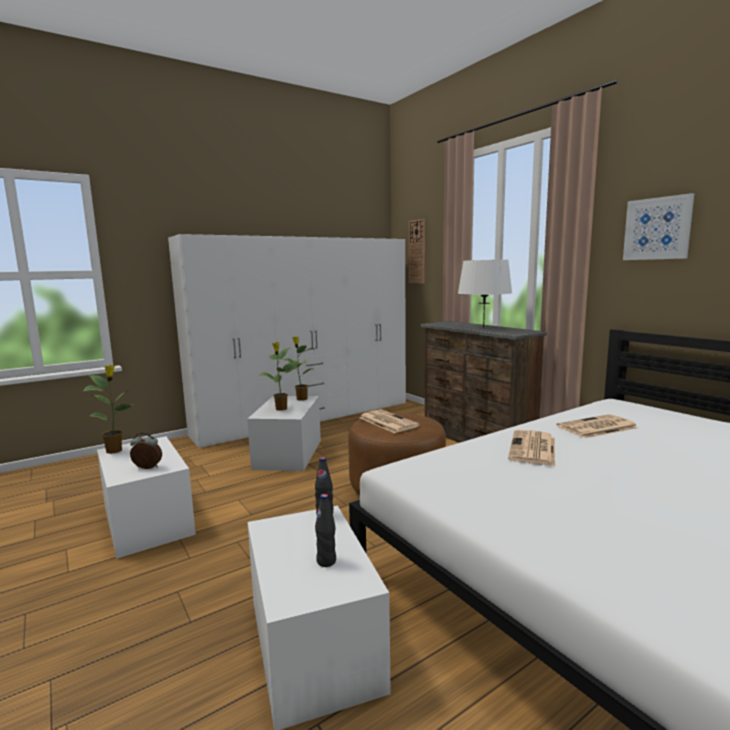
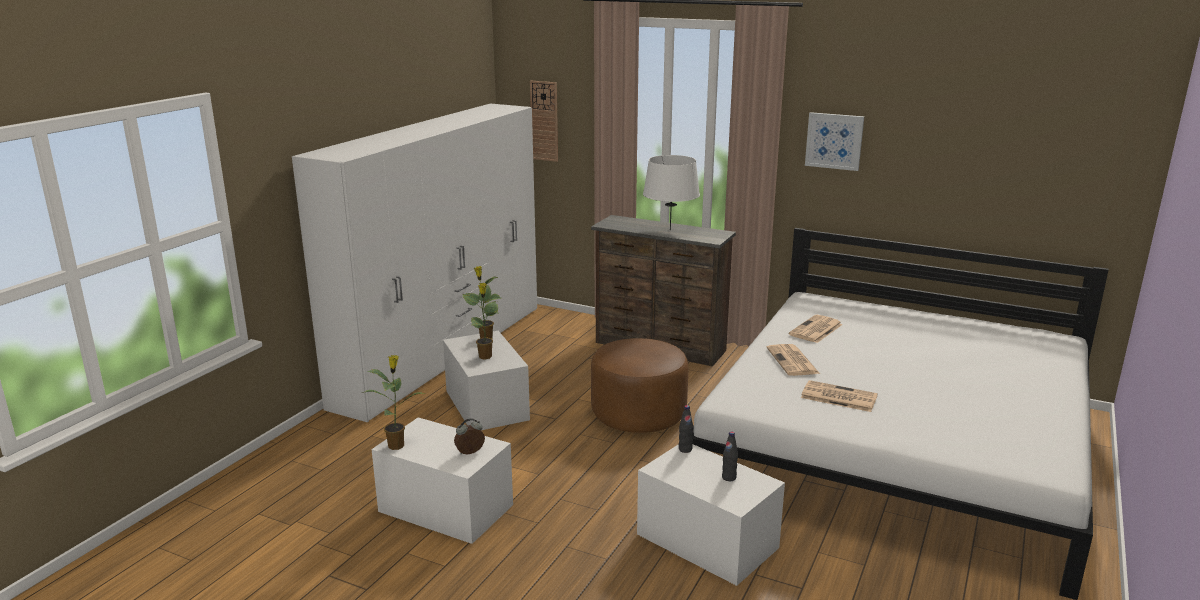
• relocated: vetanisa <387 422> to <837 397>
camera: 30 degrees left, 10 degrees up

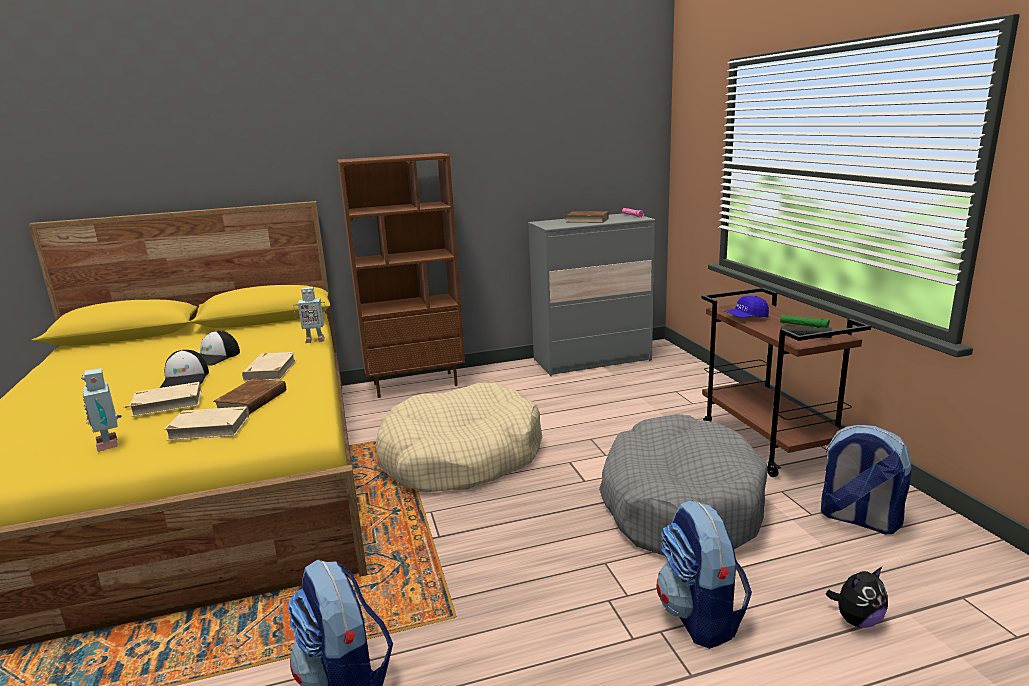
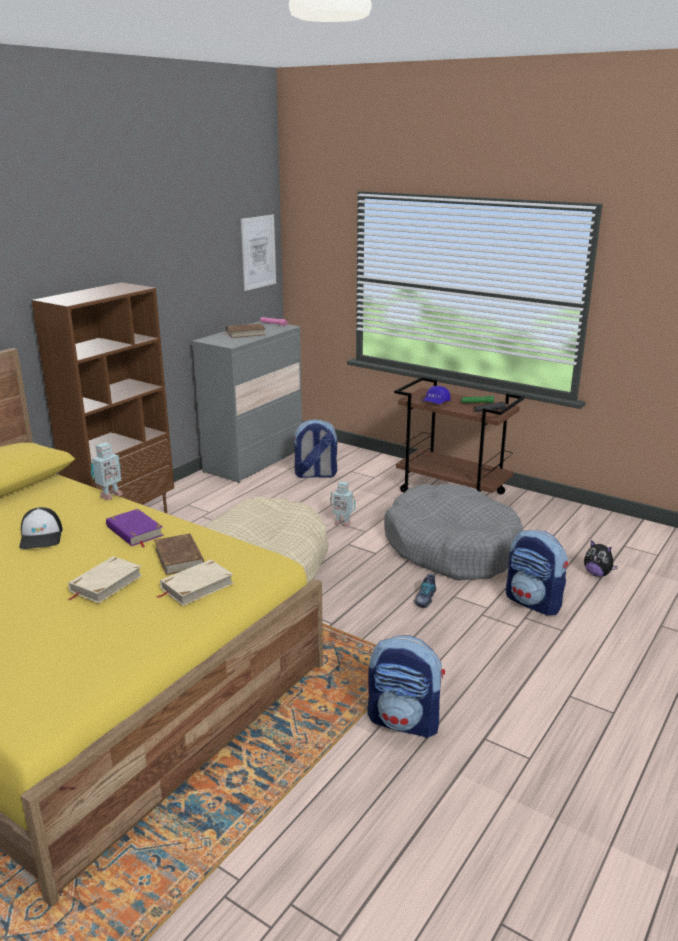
• colour: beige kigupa <270 371> to purple kigupa <134 531>
• appeared: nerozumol <258 252>
• relocated: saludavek <857 519> to <315 474>
• relocated: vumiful <110 443> to <342 523>
• appeared: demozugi <425 598>
• spun: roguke <857 620> = <597 574> 105 degrees clockwise
• missing: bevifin <185 379>
camera: 40 degrees left, 5 degrees up

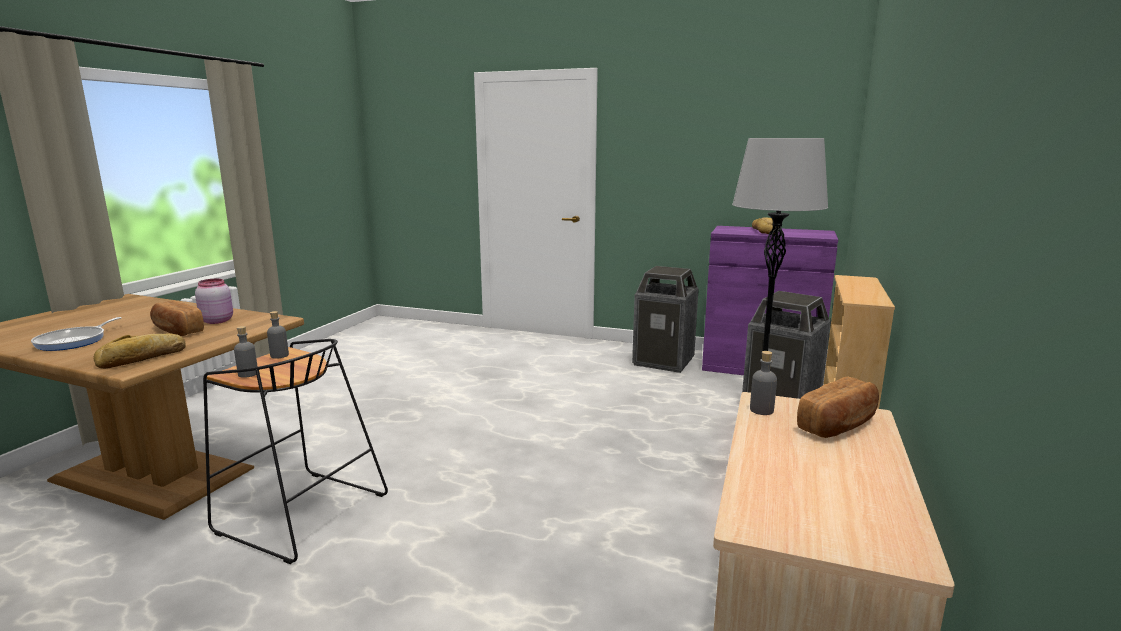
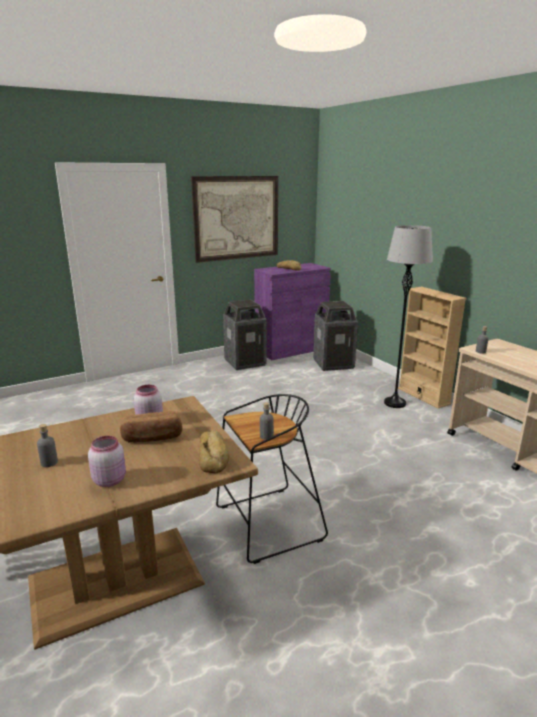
• relocated: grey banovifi <279 355> to <49 463>
• exchanged: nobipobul <74 341> to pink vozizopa <110 480>
• appeared: nerozumol <237 218>
• missing: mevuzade <839 425>
camera: 50 degrees left, 5 degrees up

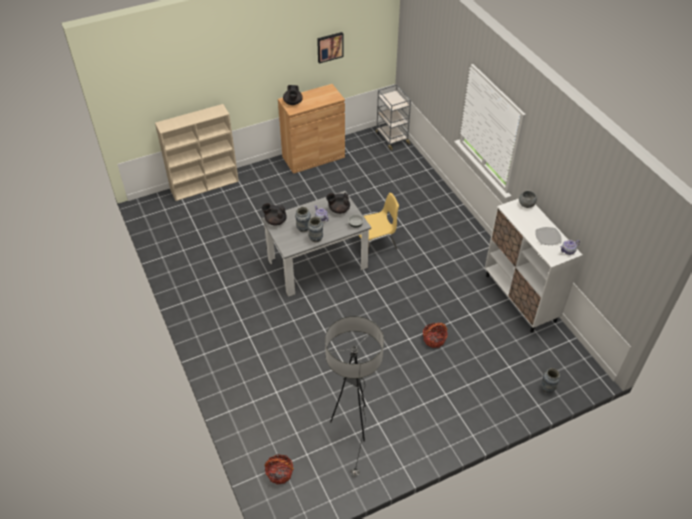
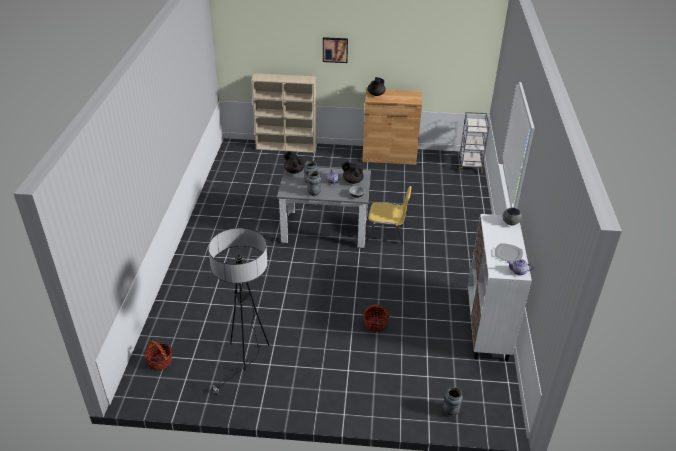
• relocated: nerozumol <329 47> to <335 49>
camera: 30 degrees right, 10 degrees down

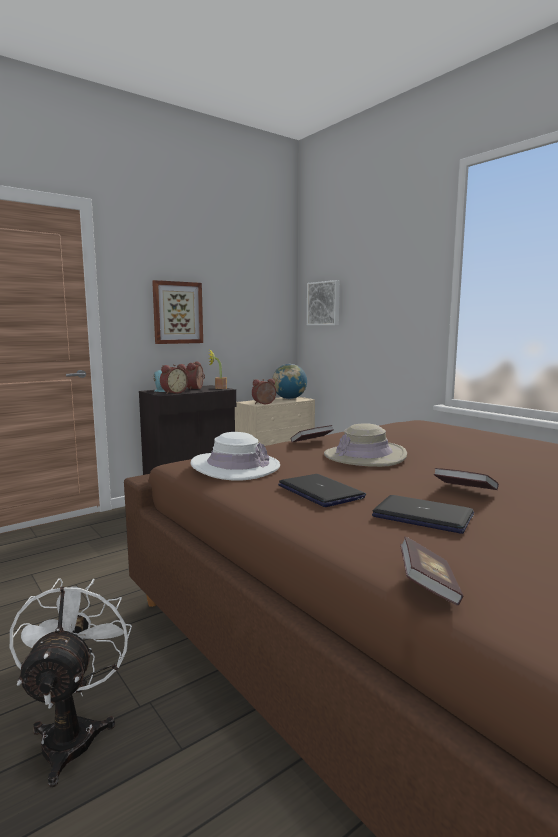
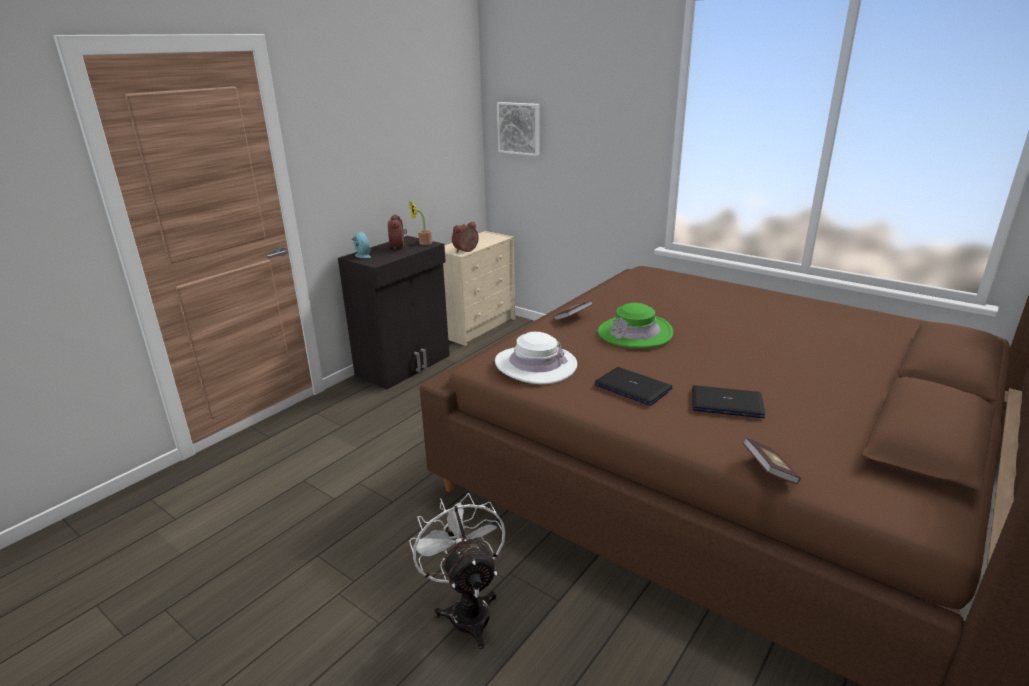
• colour: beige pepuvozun <365 456> to green pepuvozun <634 333>
• missing: nerozumol <177 313>
• missing: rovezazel <173 393>
• missing: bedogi <289 398>
• missing: kigupa <464 491>
camera: 15 degrees left, 15 degrees up

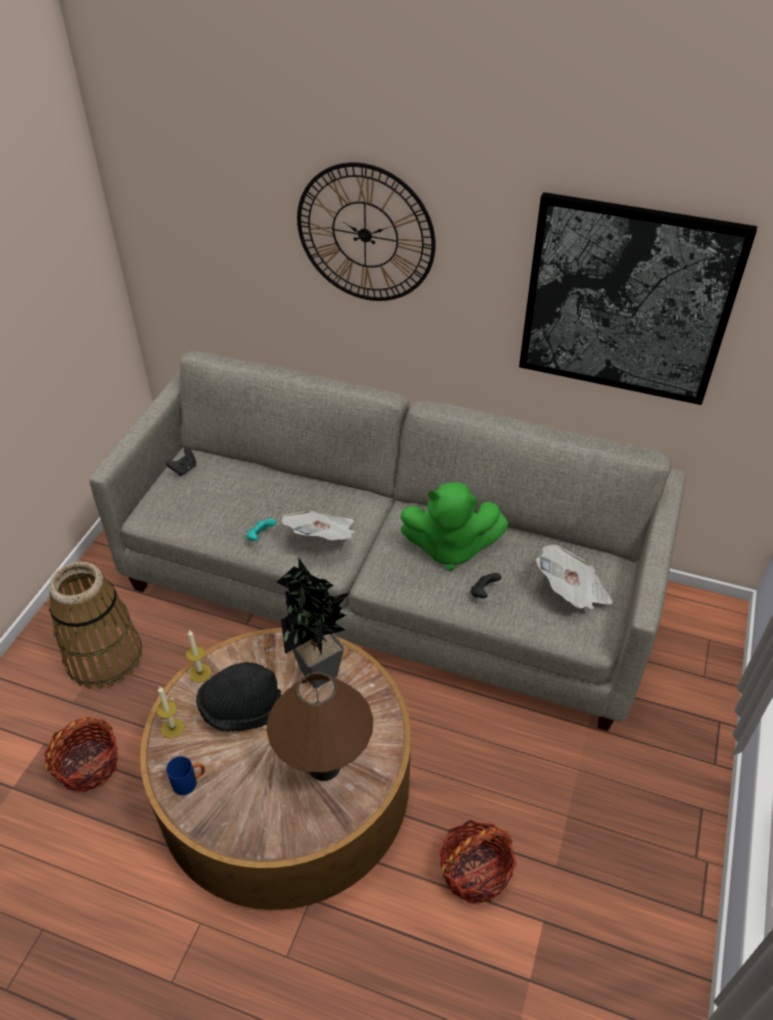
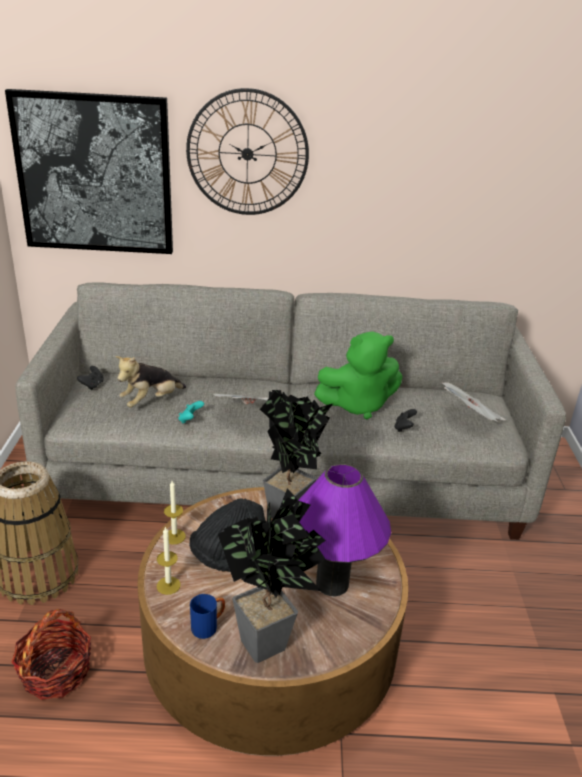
• relocated: nerozumol <626 301> to <94 174>
• appeared: roguke <151 401>
• appeared: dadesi <271 644>
• colour: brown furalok <324 765> to purple furalok <332 584>
• missing: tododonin <475 871>
camera: 20 degrees left, 15 degrees down

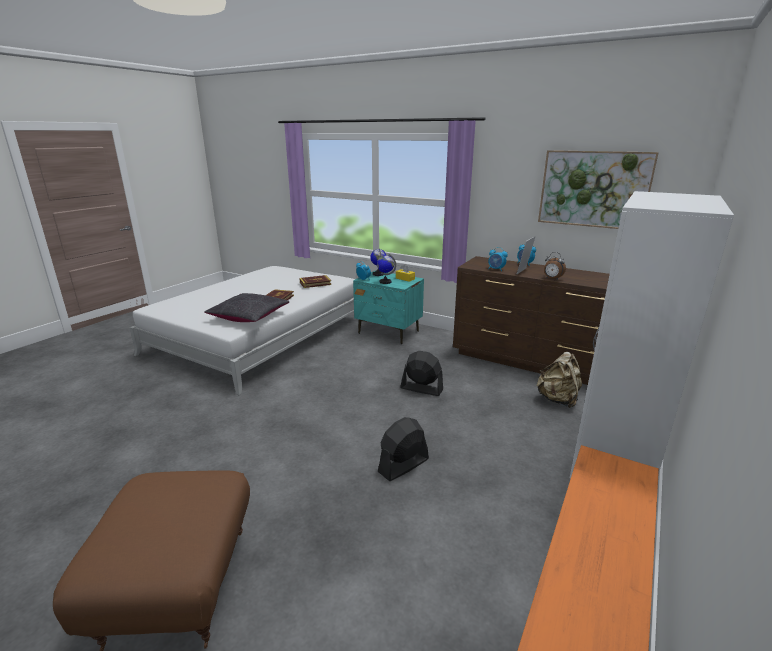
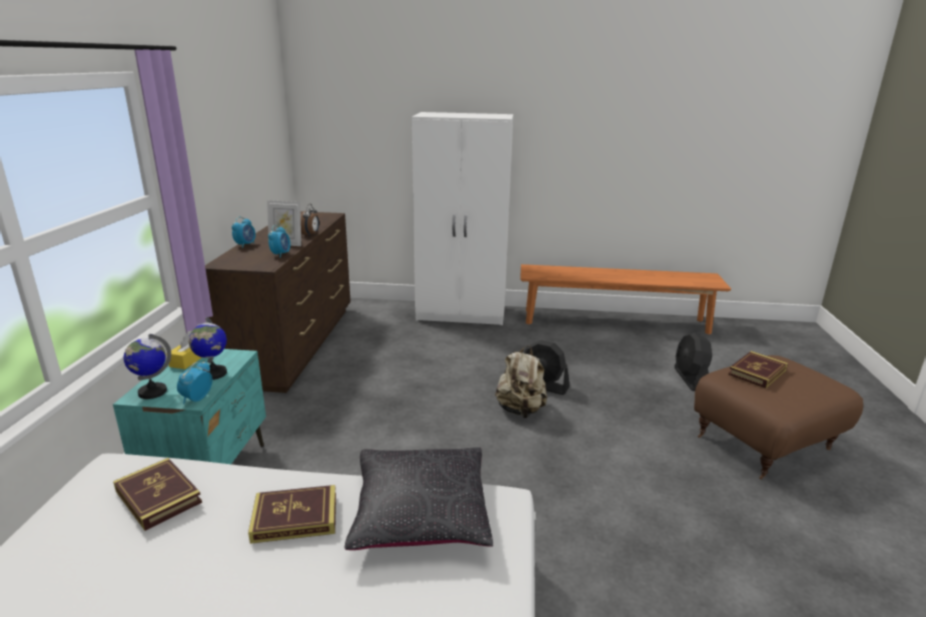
• relocated: beige saludavek <557 400> to <520 410>
• relocated: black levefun <421 389> to <690 379>
• appeared: kigupa <757 372>
• missing: nerozumol <593 189>
camera: 115 degrees left, 0 degrees up

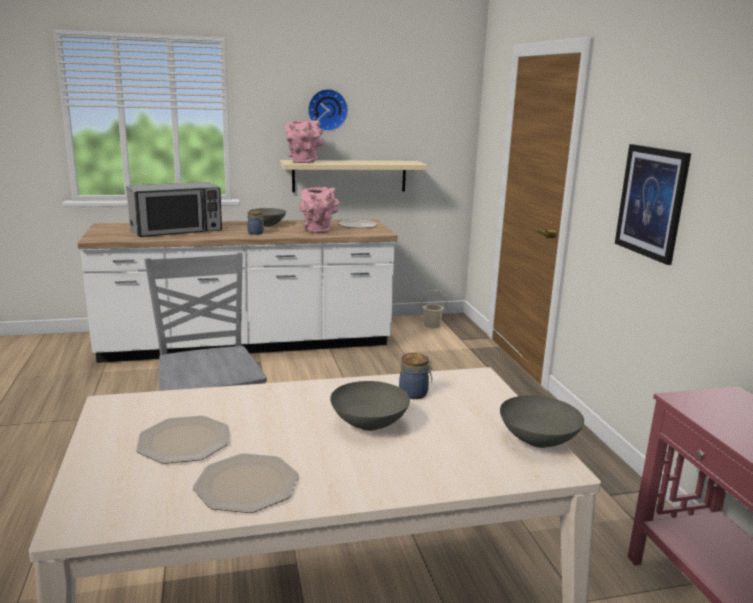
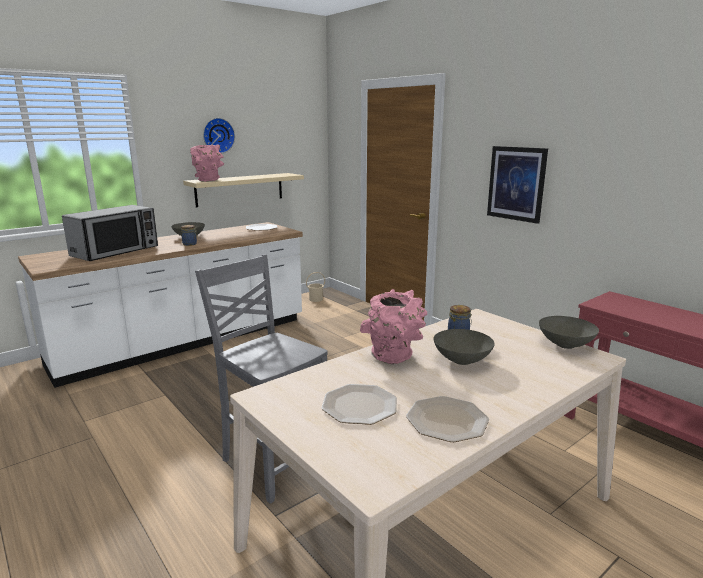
• relocated: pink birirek <319 231> to <395 357>
camera: 25 degrees left, 0 degrees up

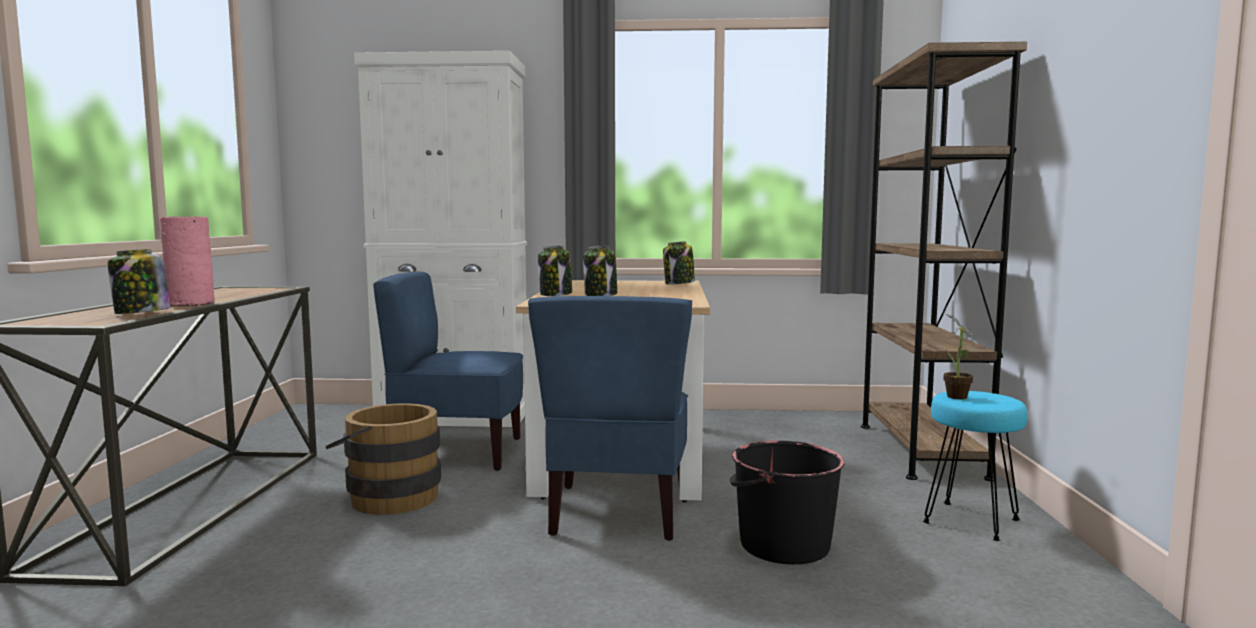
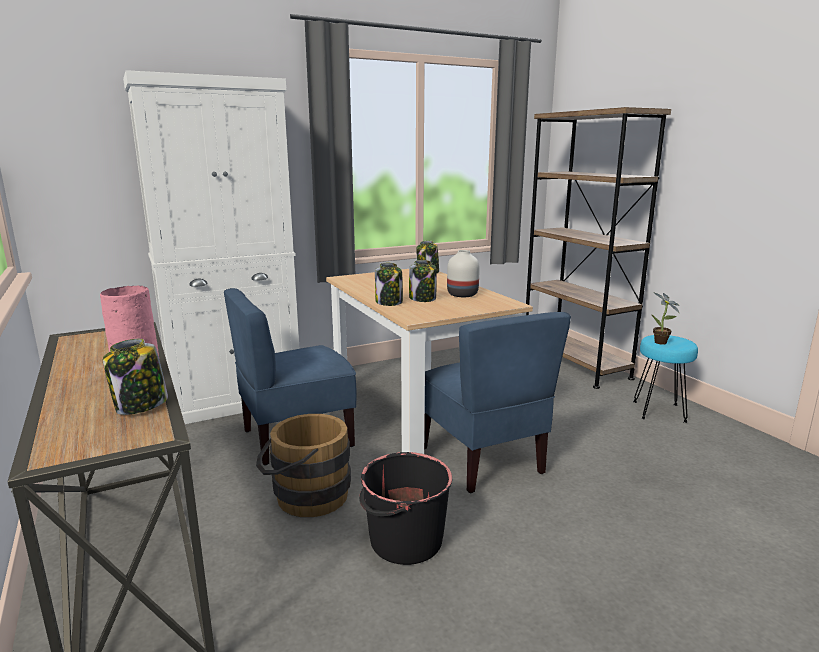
• relocated: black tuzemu <783 545> to <404 541>
• appeared: white birirek <462 294>
camera: 30 degrees left, 10 degrees up

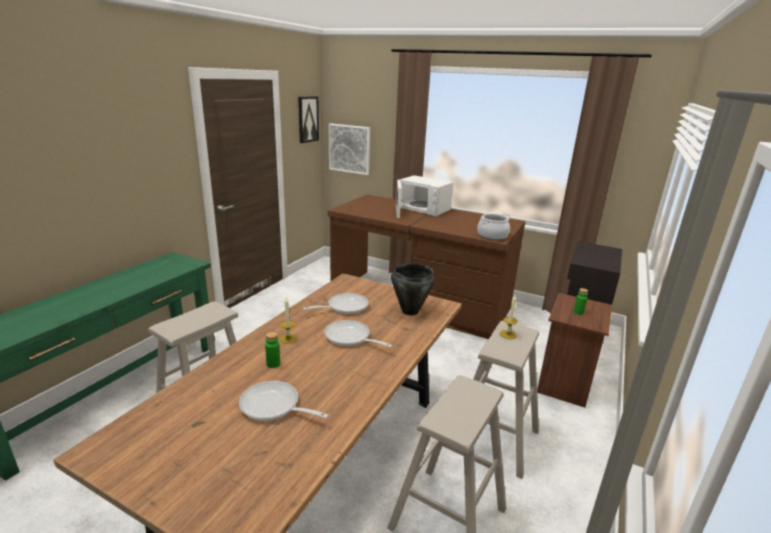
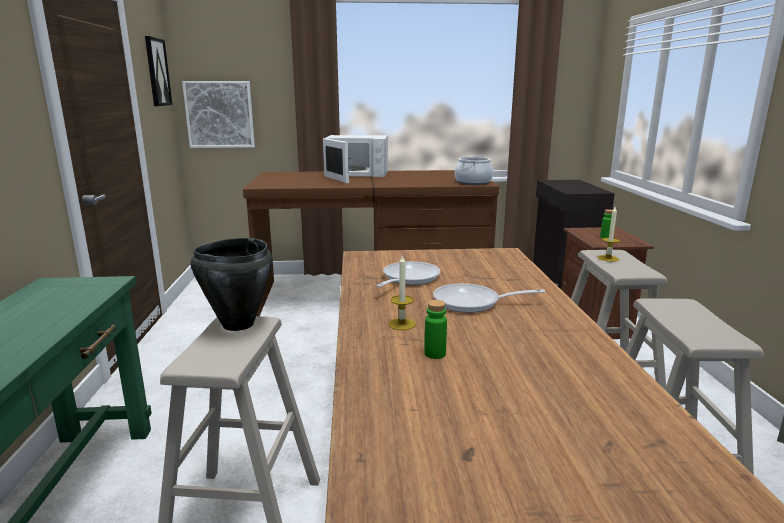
• relocated: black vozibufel <409 311> to <237 324>
• missing: nobipobul <274 407>
camera: 30 degrees left, 5 degrees down

